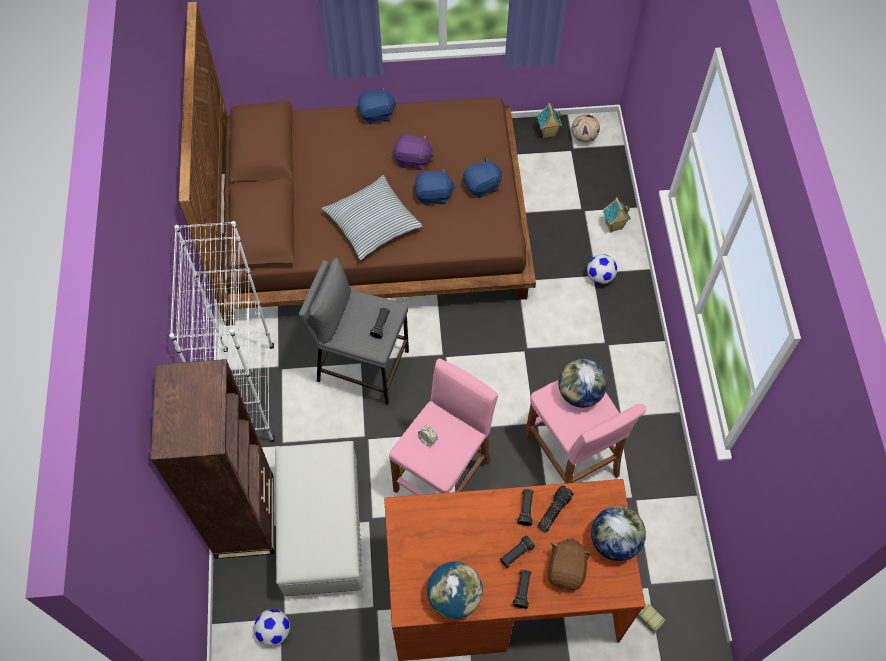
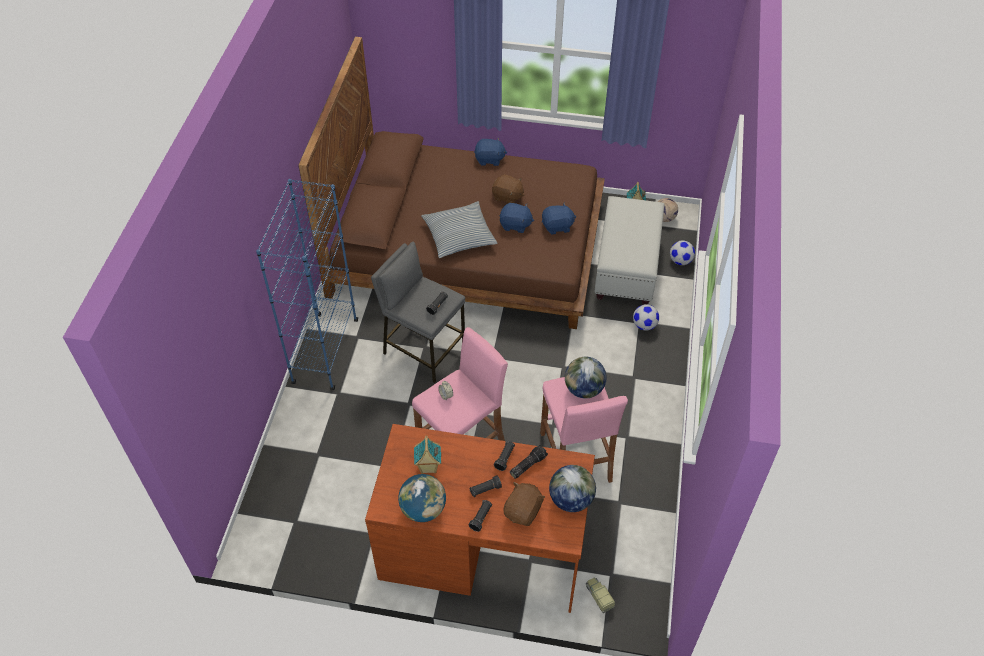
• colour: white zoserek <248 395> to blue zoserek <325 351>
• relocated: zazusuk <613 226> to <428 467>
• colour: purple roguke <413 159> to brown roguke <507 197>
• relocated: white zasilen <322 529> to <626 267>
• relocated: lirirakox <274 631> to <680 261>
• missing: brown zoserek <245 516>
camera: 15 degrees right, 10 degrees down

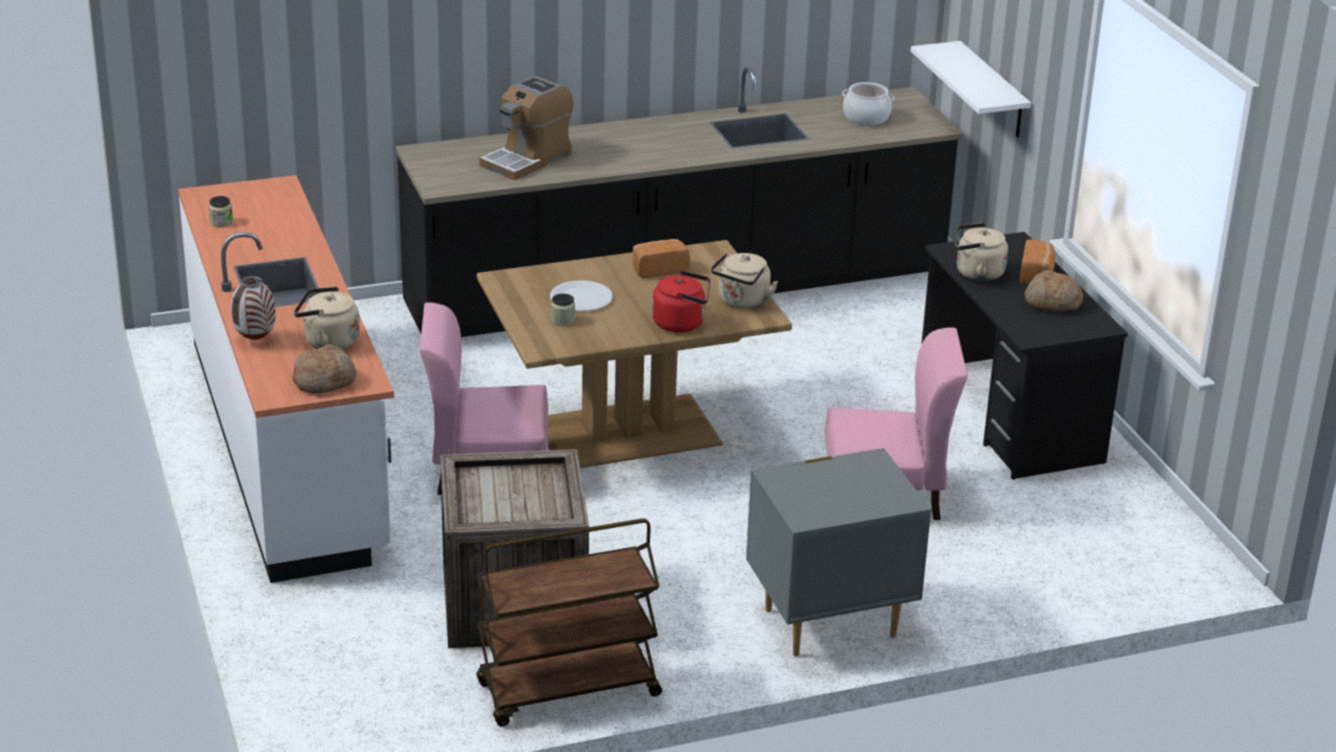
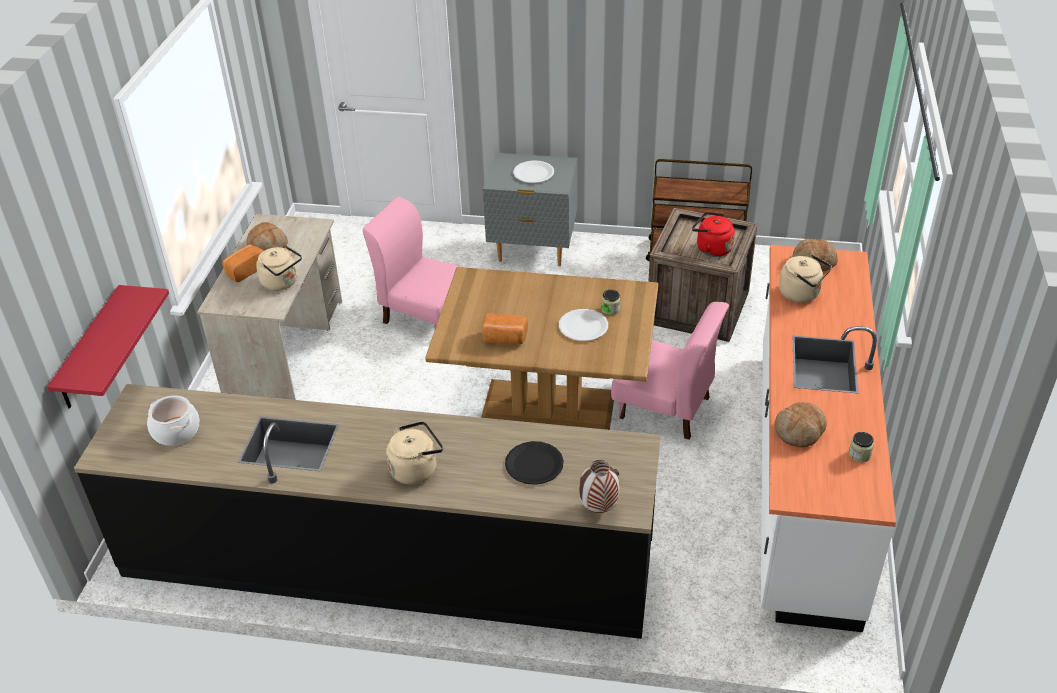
• colour: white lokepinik <992 91> to red lokepinik <90 349>
• colour: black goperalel <1009 415> to beige goperalel <285 348>
• relocated: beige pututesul <742 302> to <416 469>
• exchanged: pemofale <527 159> to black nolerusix <534 464>
• appeared: white nolerusix <533 173>
• relocated: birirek <255 339> to <598 509>
• relocated: red pututesul <682 323> to <711 248>
• appeared: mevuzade <799 431>
camera: 150 degrees left, 10 degrees up

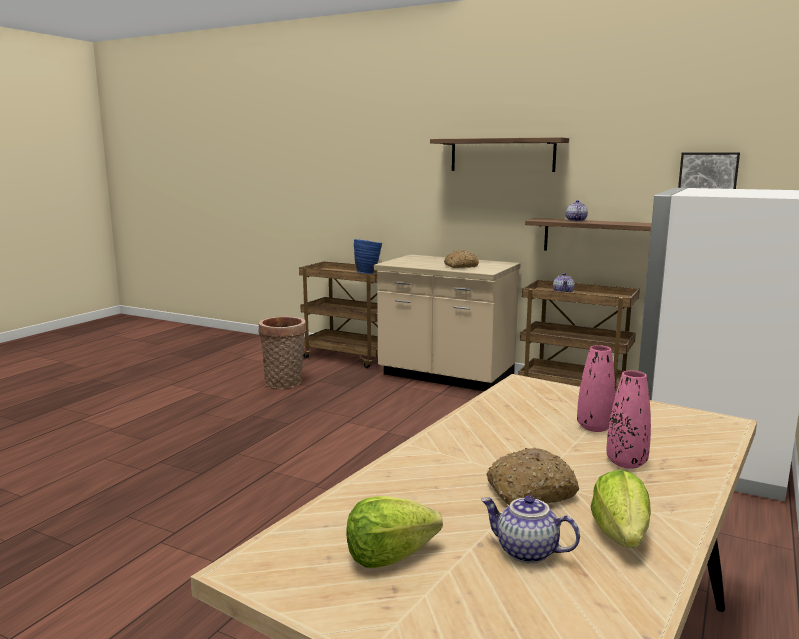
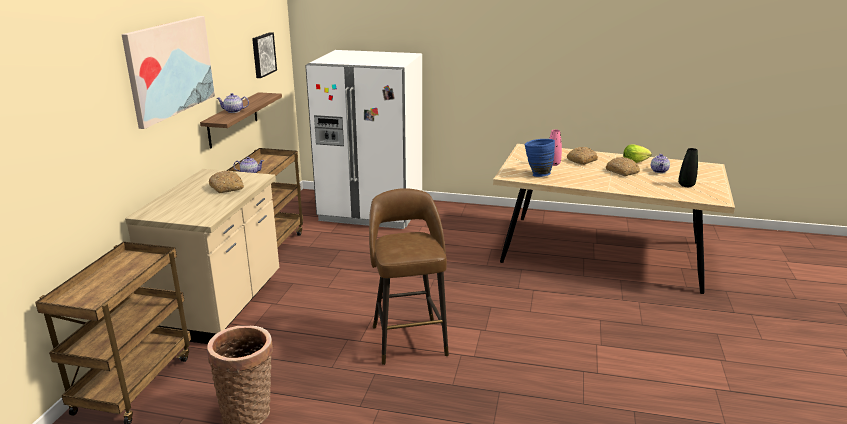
• exchanged: lokepinik <502 155> to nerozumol <170 68>
• appeared: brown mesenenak <408 339>
• relocated: blue birirek <368 273> to <537 174>
• exchanged: pink birirek <626 462> to mevuzade <582 160>
• exchanged: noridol <389 556> to black birirek <686 185>
camera: 105 degrees left, 10 degrees up

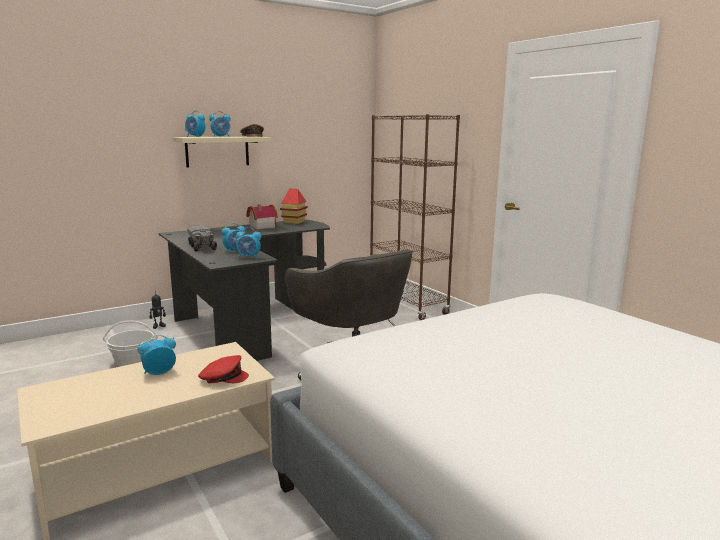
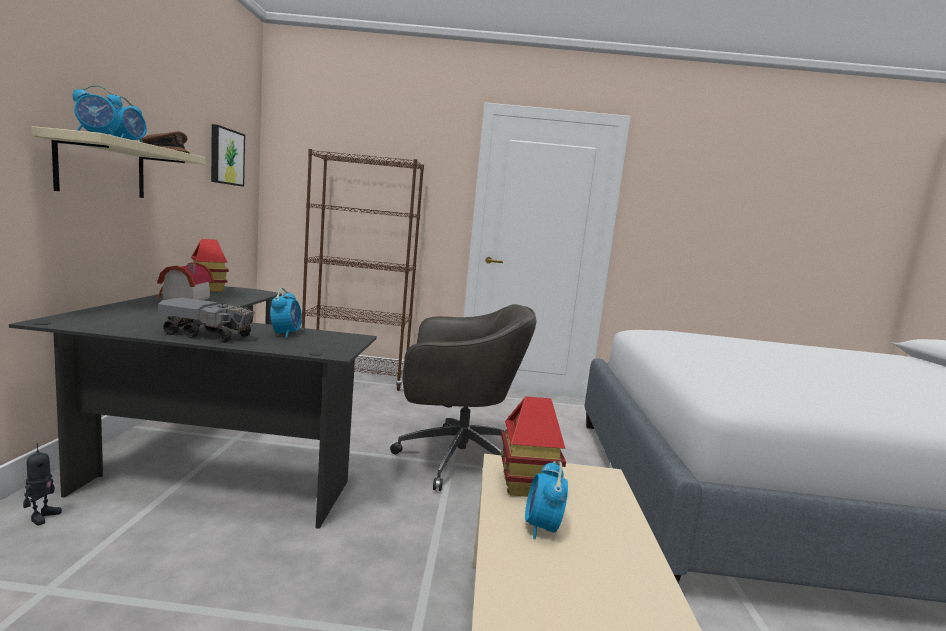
• appeared: nerozumol <226 156>
• appeared: zazusuk <527 485>
• missing: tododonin <133 362>
• missing: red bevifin <223 377>
• missing: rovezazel <249 257>
camera: 55 degrees left, 5 degrees down

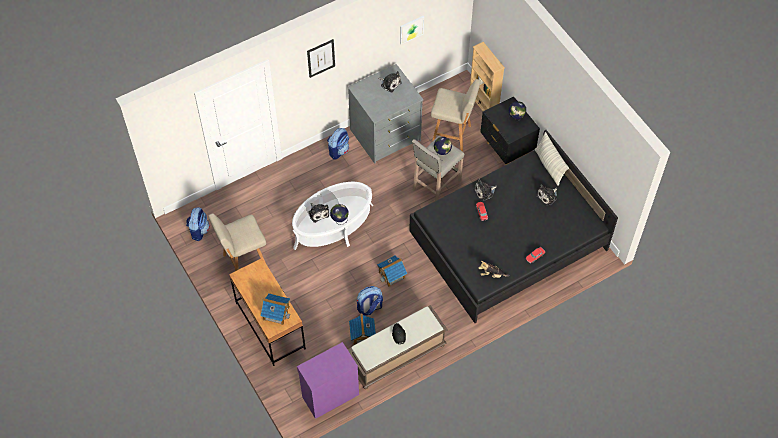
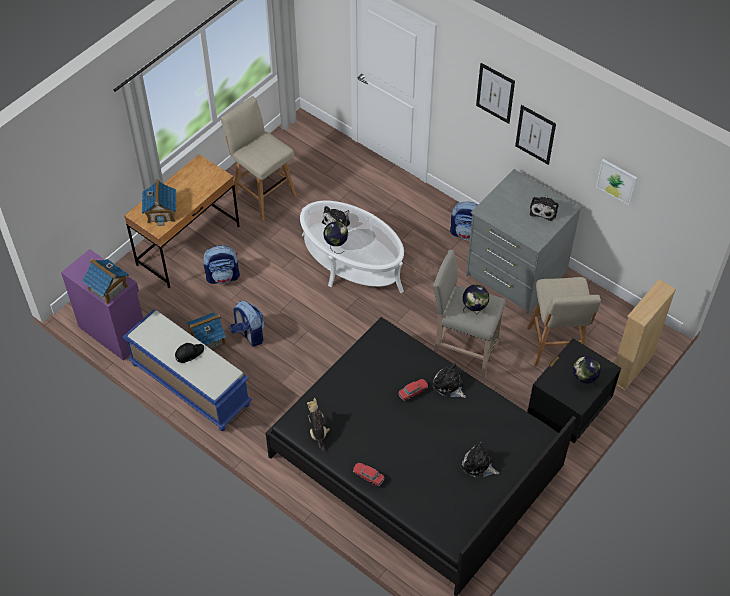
• relocated: zazusuk <392 275> to <108 288>
• colour: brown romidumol <397 356> to blue romidumol <189 384>
• relocated: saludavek <199 230> to <223 276>
• appeared: nerozumol <535 134>
• missing: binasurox <549 166>
camera: 70 degrees right, 5 degrees down

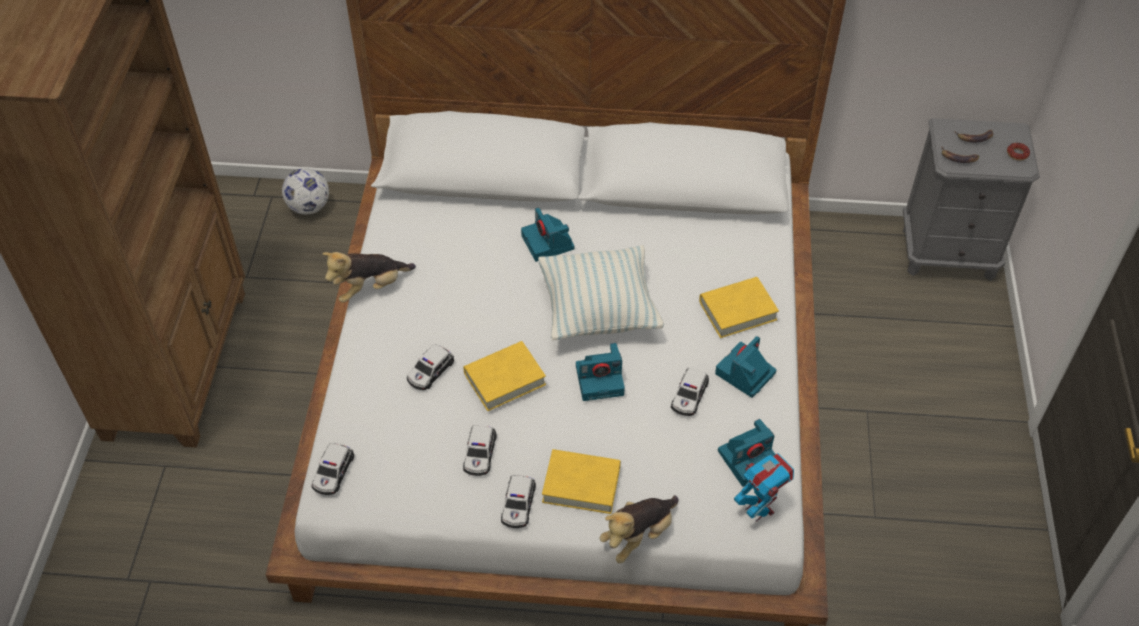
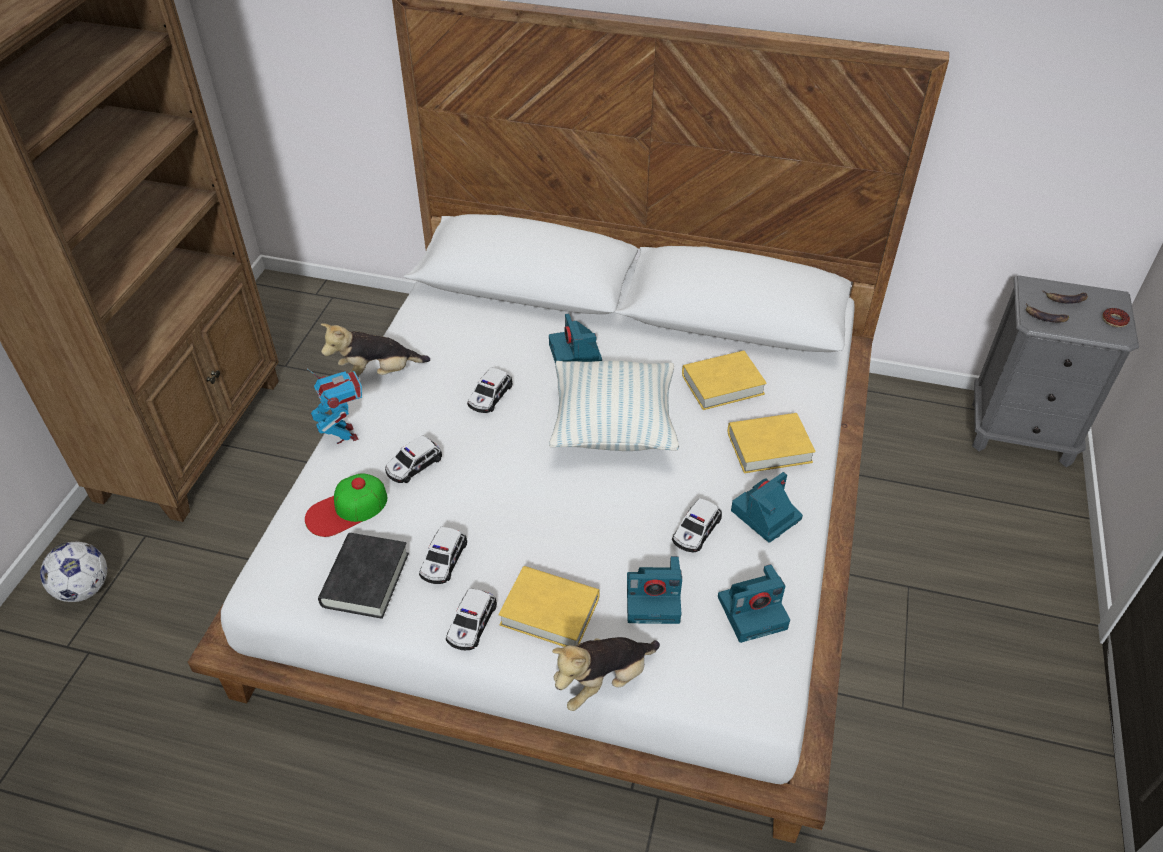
• relocated: lirirakox <309 207> to <84 588>
• appeared: bevifin <346 509>
• relocated: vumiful <758 509> to <345 434>
• appeared: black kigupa <365 580>
• relocated: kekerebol <333 473> to <490 396>
• relocated: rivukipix <600 379> to <654 598>
• relocated: yellow kigupa <504 379> to <722 384>
camera: 10 degrees right, 5 degrees down

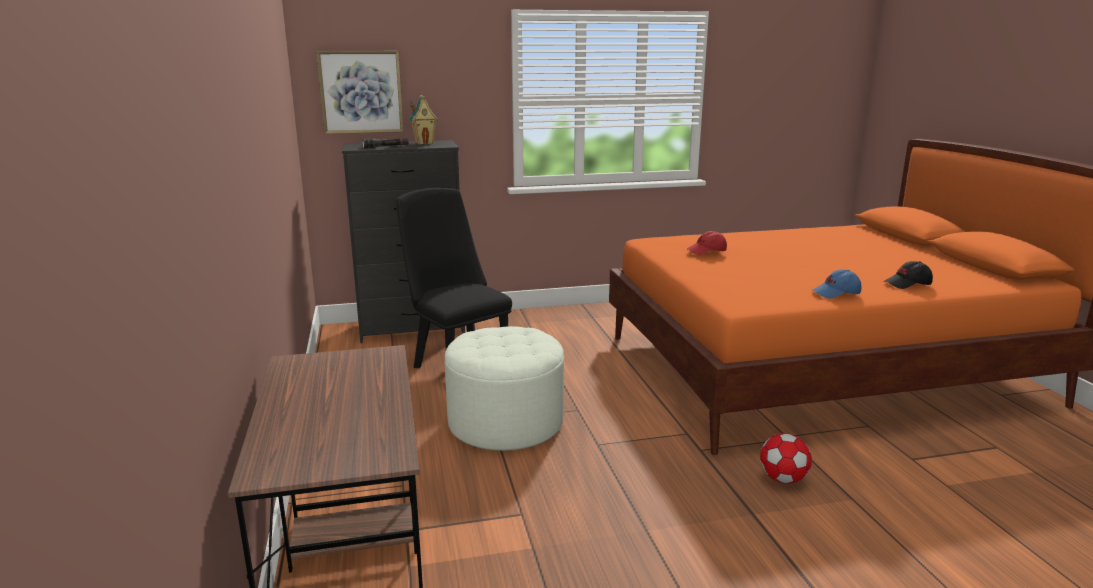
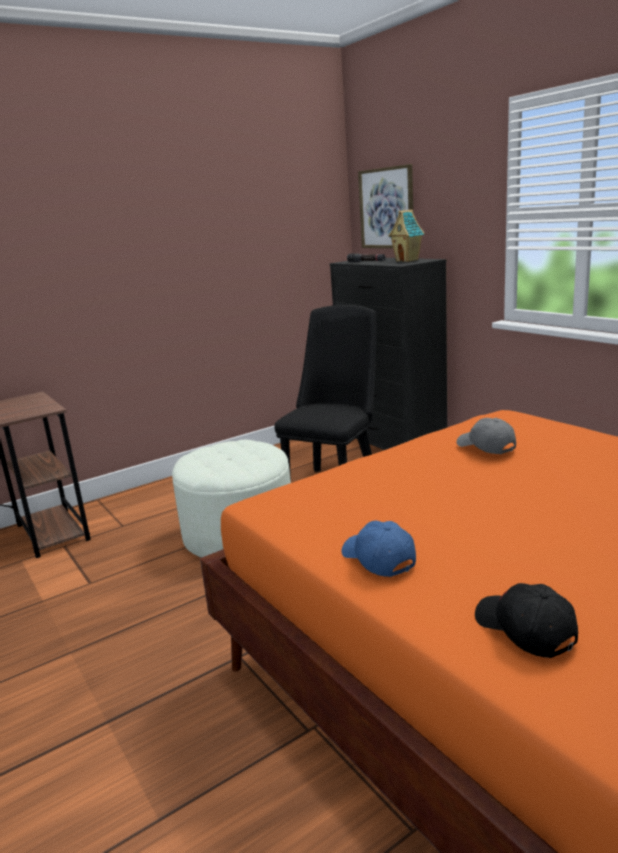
• colour: red bevifin <706 251> to grey bevifin <485 447>
• missing: lirirakox <783 479>
camera: 70 degrees right, 0 degrees up

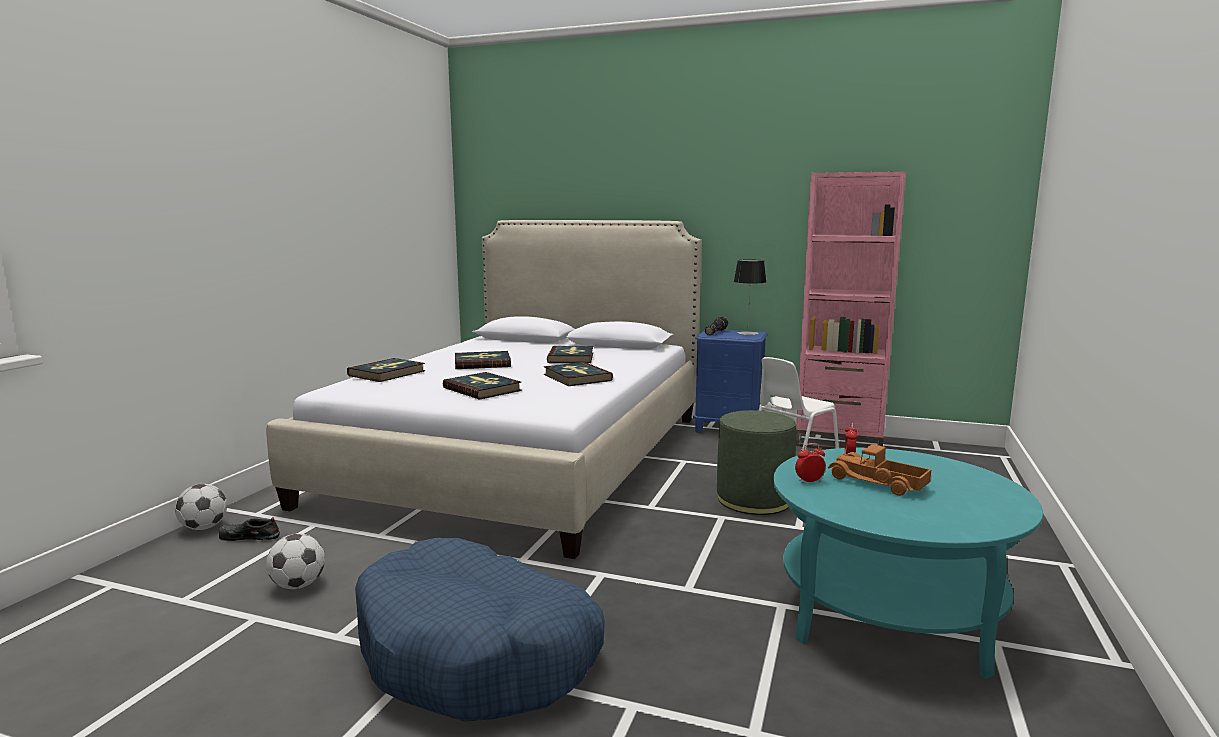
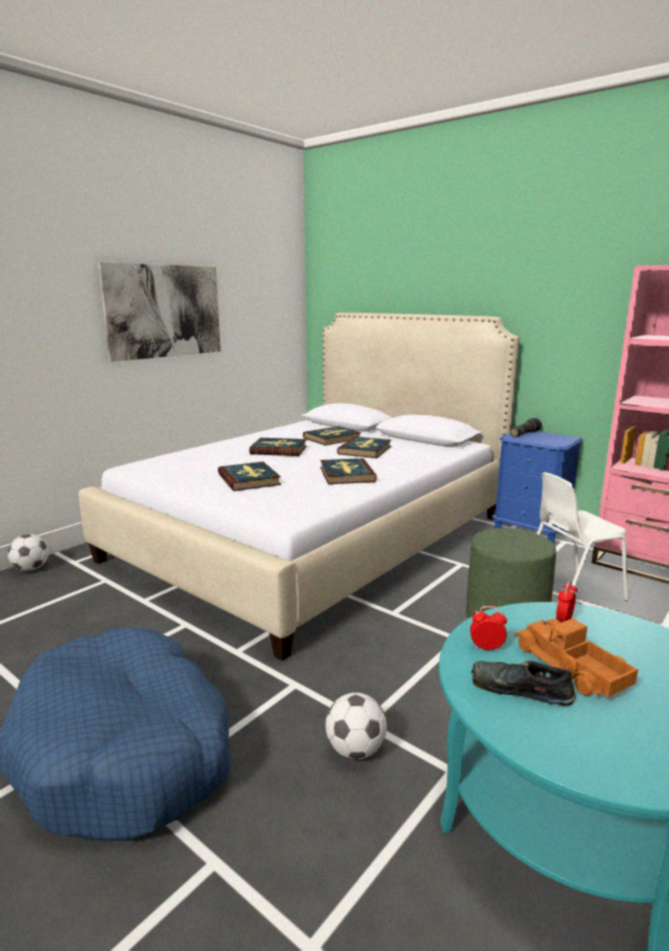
• appeared: nerozumol <164 311>
• relocated: kigupa <387 373> to <332 438>
• relocated: lirirakox <298 585> to <355 750>
• relocated: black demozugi <248 536> to <519 689>
• missing: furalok <747 333>
camera: 20 degrees right, 5 degrees up

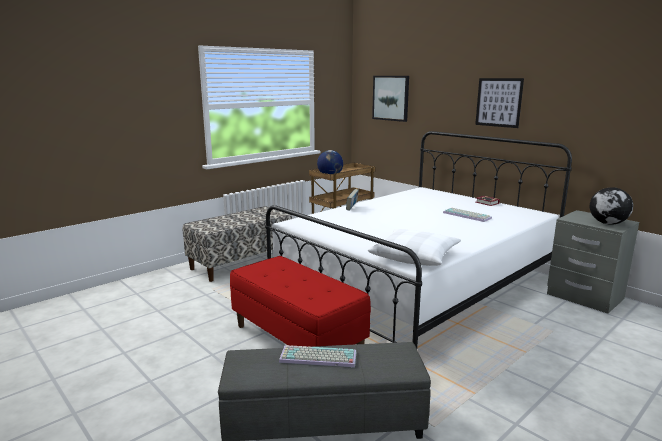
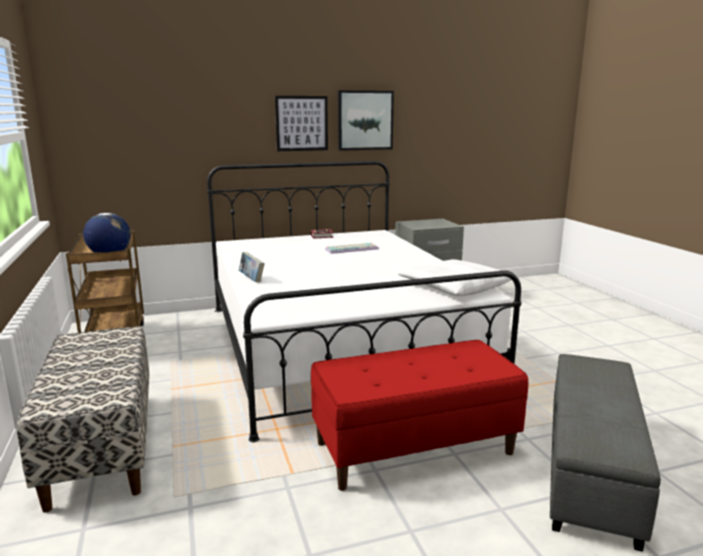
• relocated: nerozumol <391 98> to <365 120>
• missing: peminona <317 358>
• missing: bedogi <608 223>
camera: 65 degrees left, 0 degrees up

